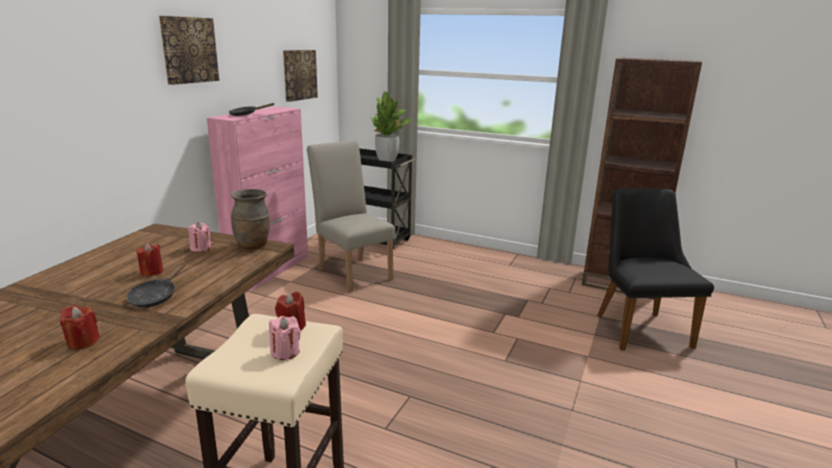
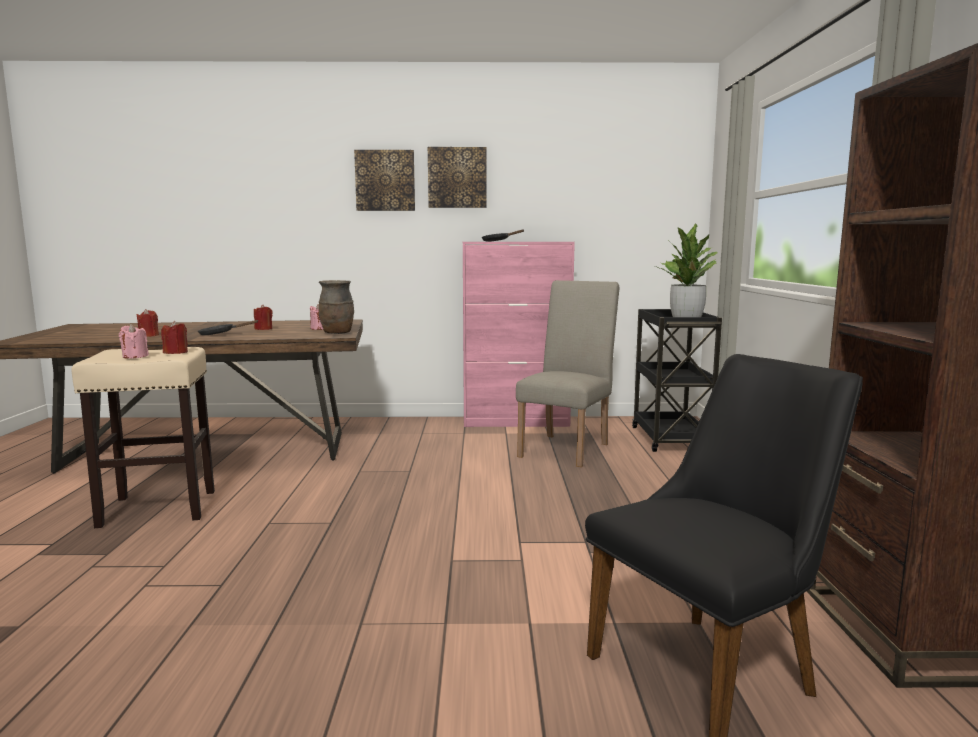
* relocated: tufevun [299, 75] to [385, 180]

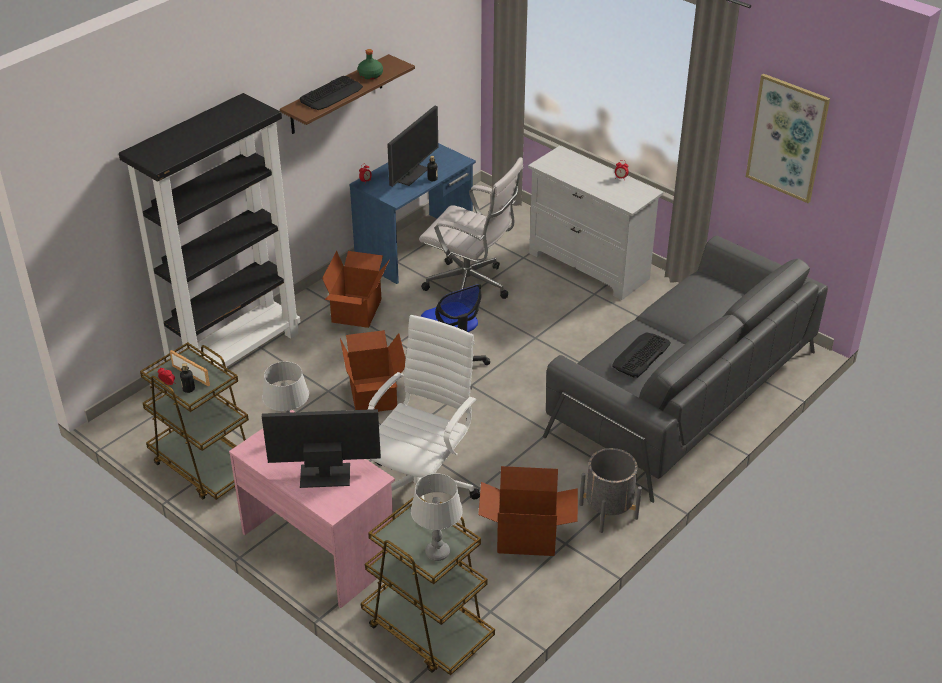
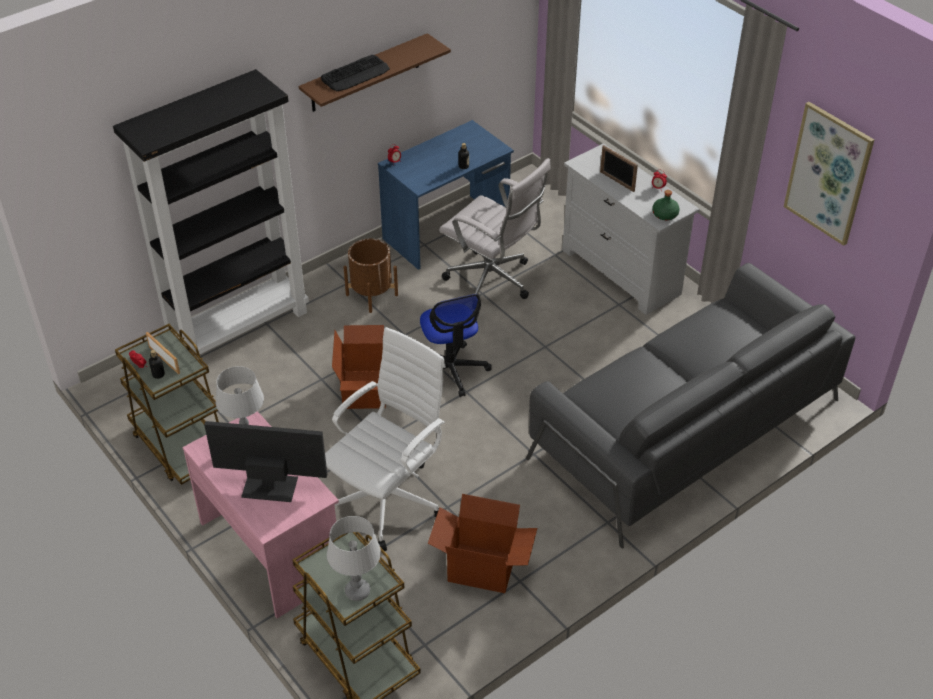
* exchanged: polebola [357, 311] to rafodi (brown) [372, 295]
* relocated: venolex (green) [370, 75] to [664, 214]
* missing: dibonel [409, 173]
* missing: rafodi (grey) [608, 511]
* missing: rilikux [641, 355]
* appeared: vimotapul [617, 181]

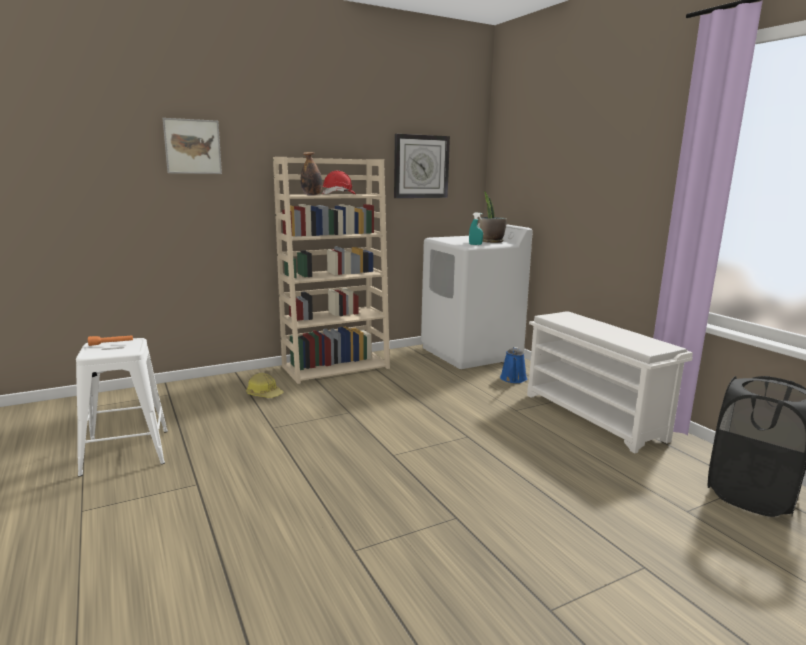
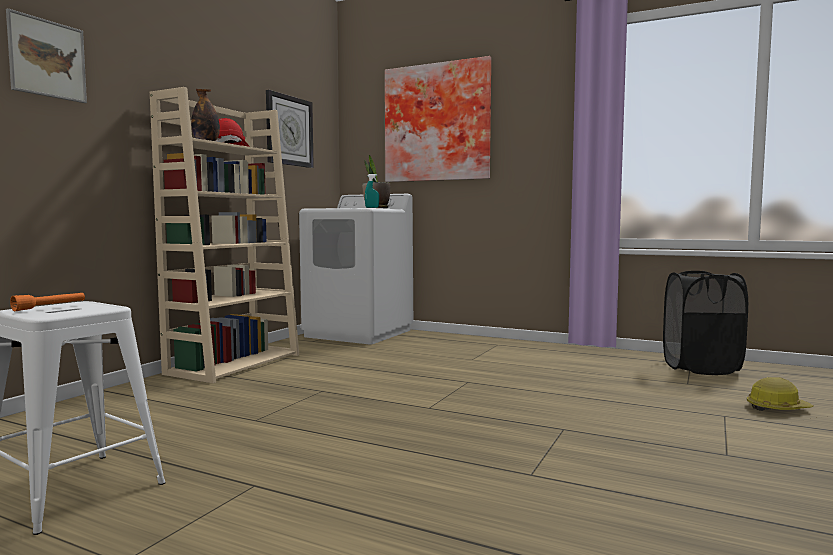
* relocated: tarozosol [264, 394] to [777, 408]
* missing: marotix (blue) [513, 379]
* missing: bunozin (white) [594, 417]
* appeared: tufevun [438, 123]

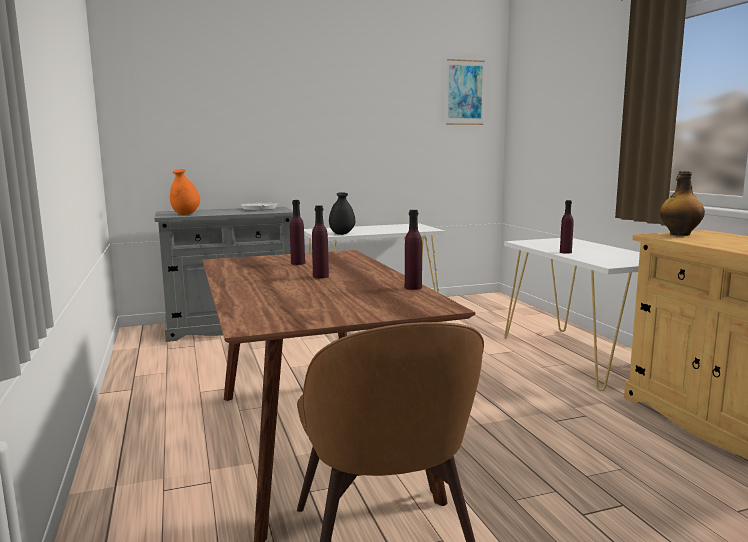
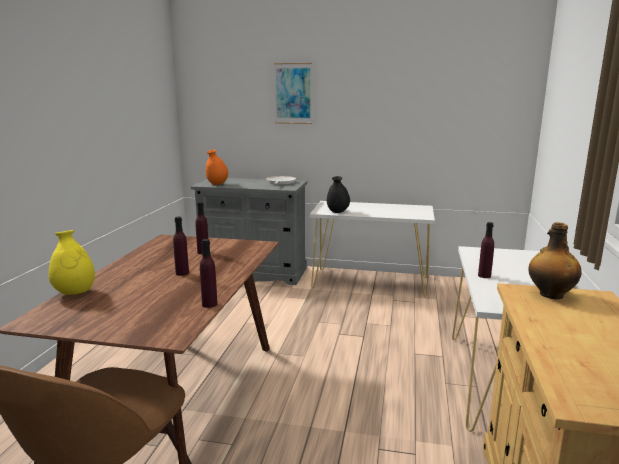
* relocated: tufevun [465, 92] to [293, 93]
* appeared: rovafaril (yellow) [75, 293]

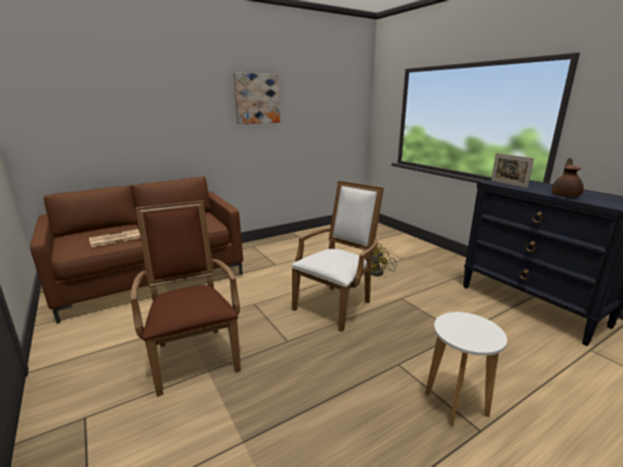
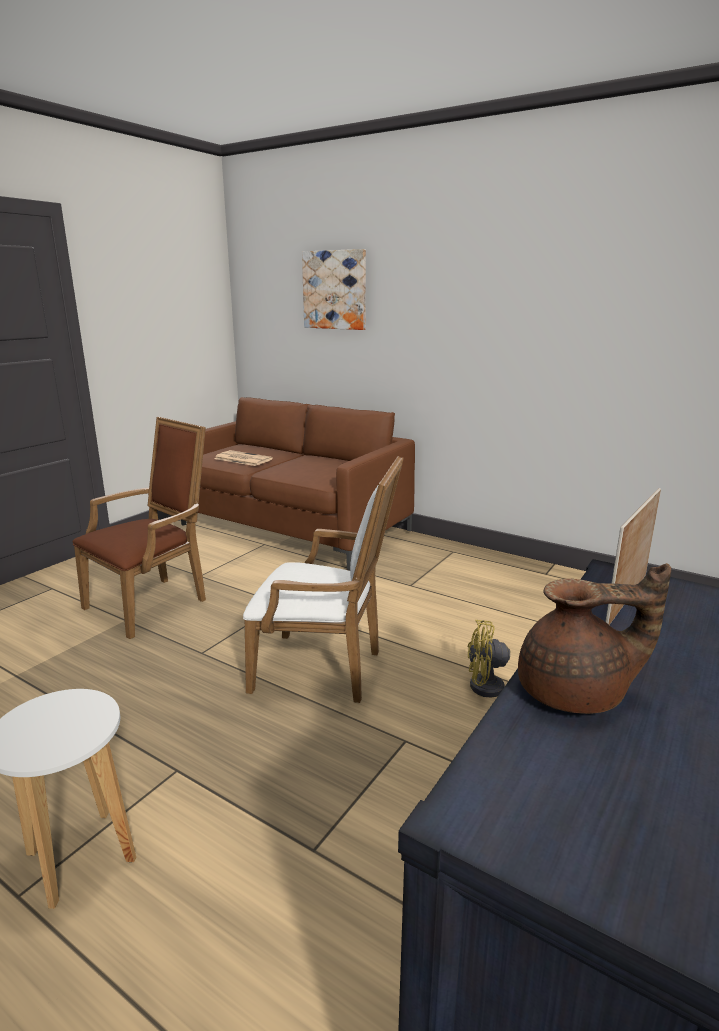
* relocated: tufevun [257, 98] to [335, 290]

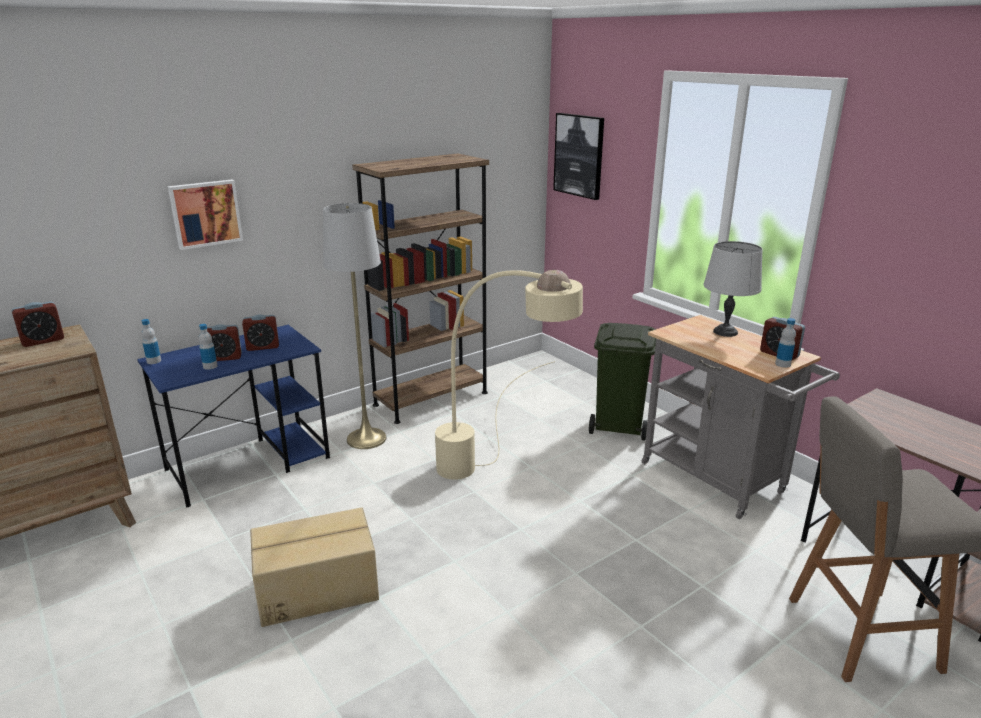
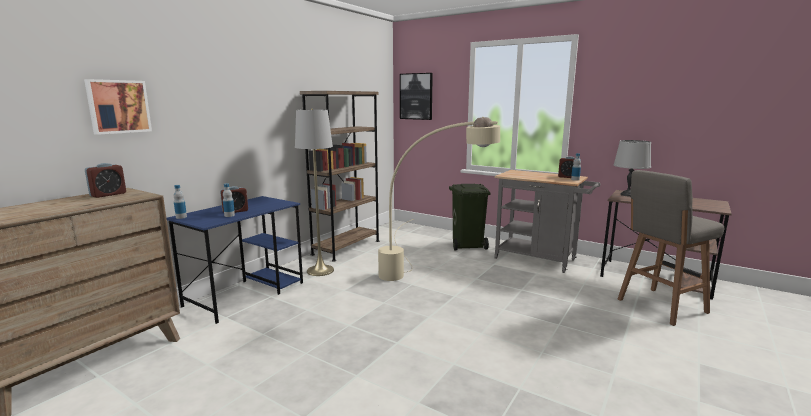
* relocated: tufevun [205, 213] to [118, 106]
* missing: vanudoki [263, 347]
* missing: polebola [317, 588]
* relocated: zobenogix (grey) [725, 332] to [628, 195]

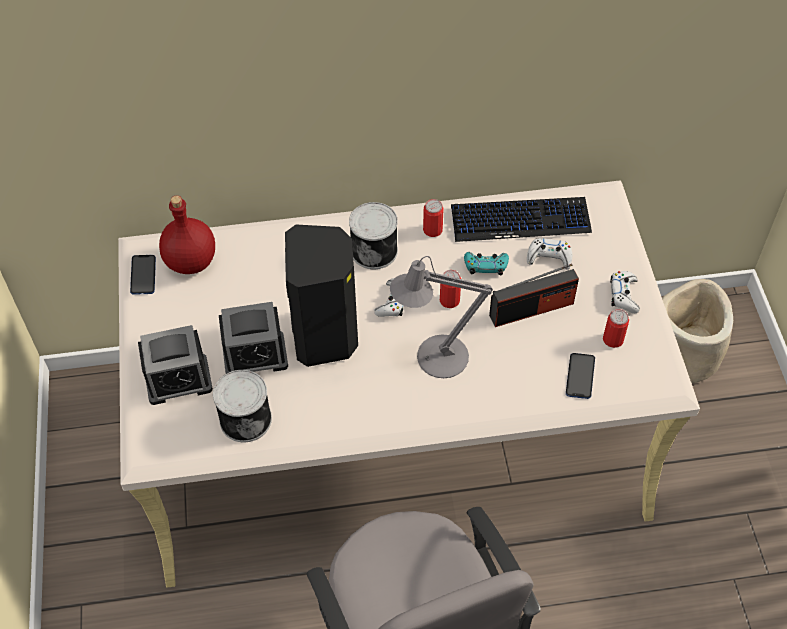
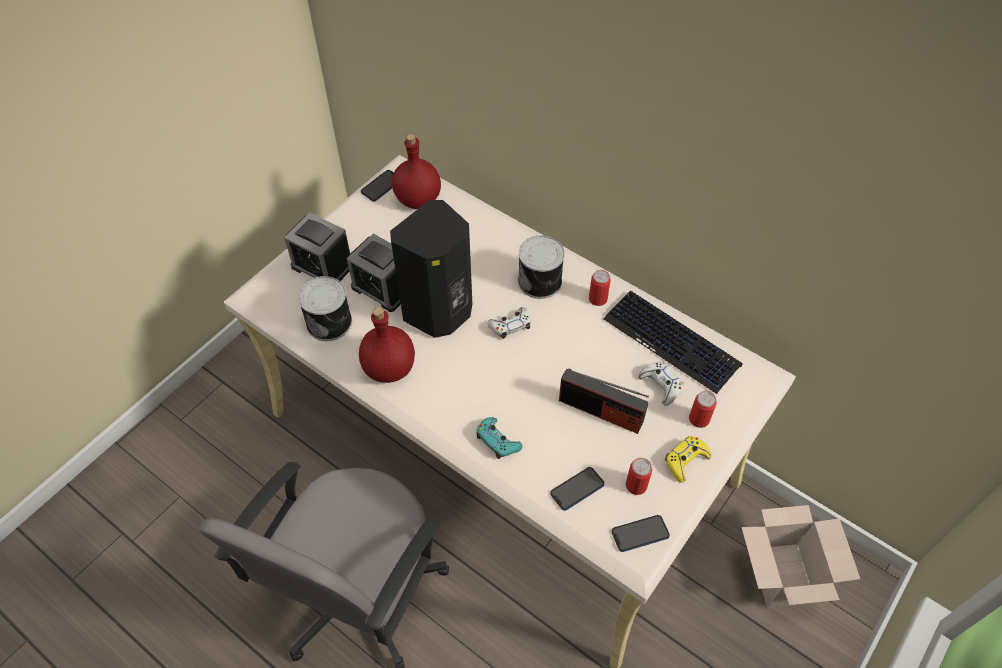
* missing: zobenogix (grey) [435, 358]
* relocated: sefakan [449, 300] to [699, 419]
* relocated: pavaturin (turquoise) [486, 266] to [497, 441]
* colour: pavaturin (white) [624, 295] to pavaturin (yellow) [686, 461]
* exchanged: rafodi (beige) [684, 354] to polebola [784, 577]
* appeared: venolex (red) [388, 368]
* appeared: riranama [640, 534]

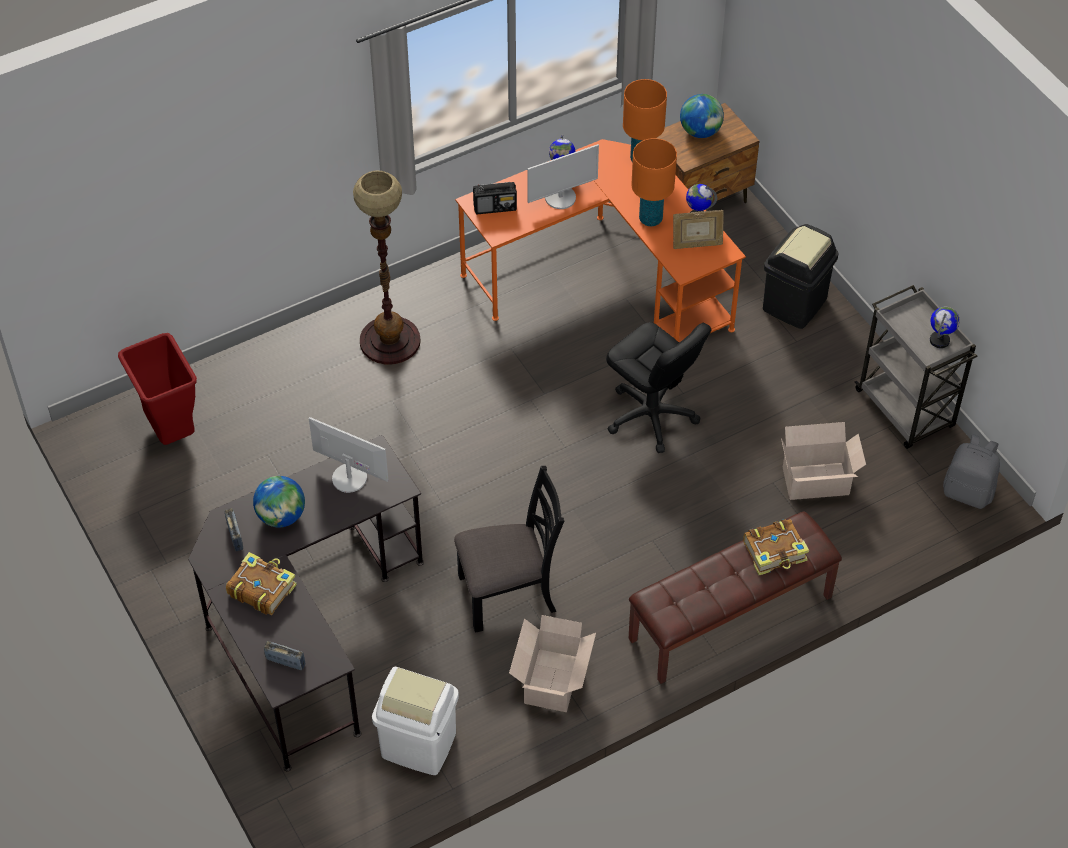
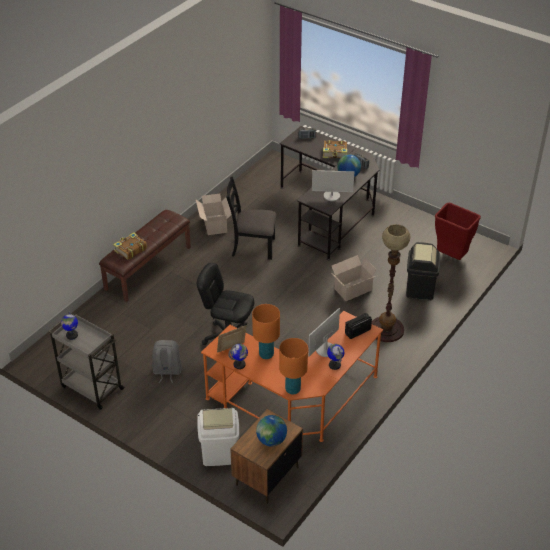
* relocated: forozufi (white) [419, 744] to [219, 453]
* spun: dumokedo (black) [508, 593] = [252, 247] 45 degrees clockwise
* relocated: forozufi (black) [795, 304] to [419, 289]
* relocated: polebola [818, 481] to [352, 289]
* relocated: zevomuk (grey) [968, 492] to [167, 371]

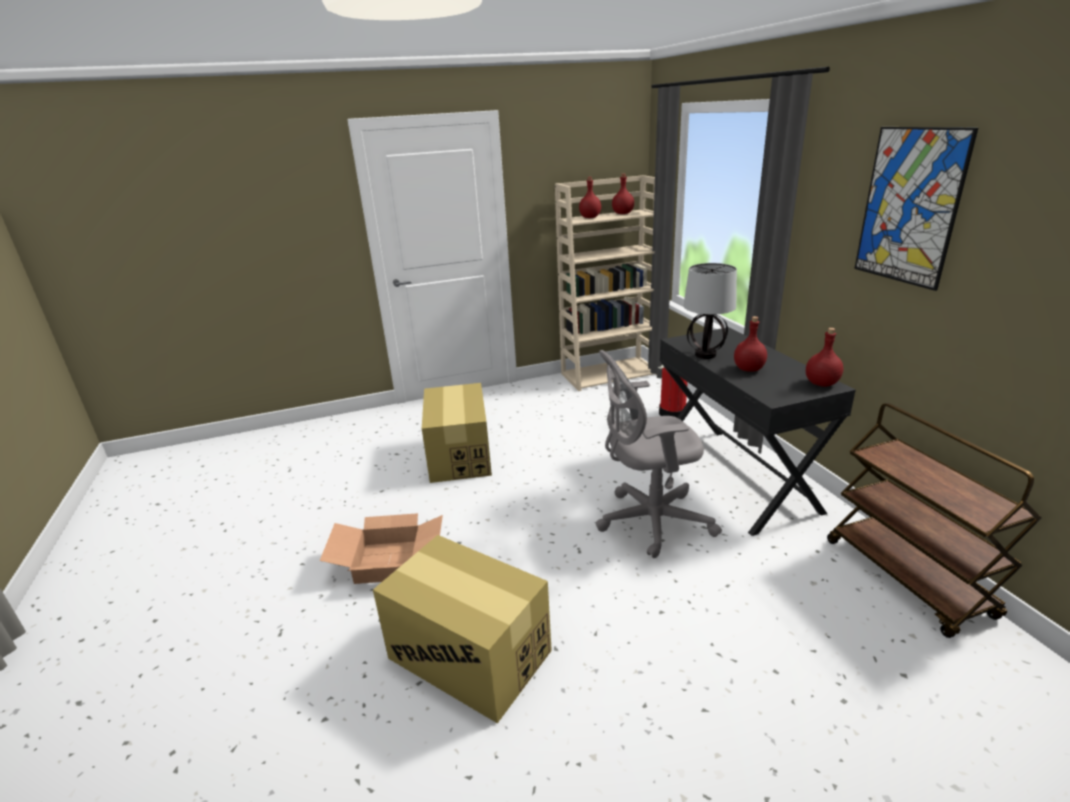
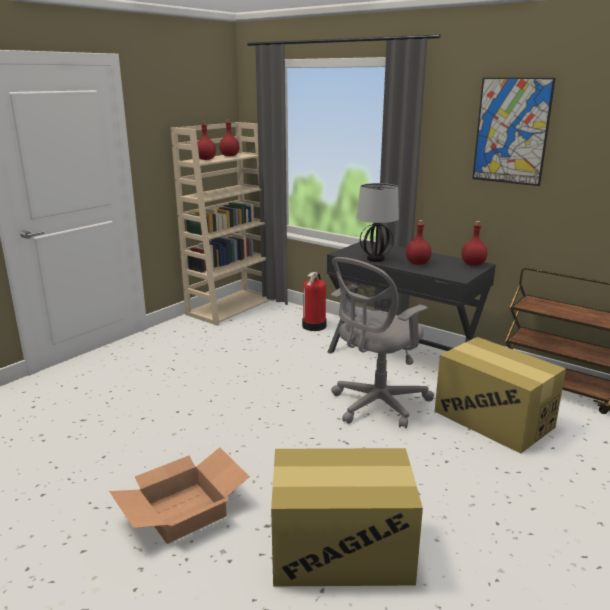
* relocated: polebola [459, 455] to [493, 419]

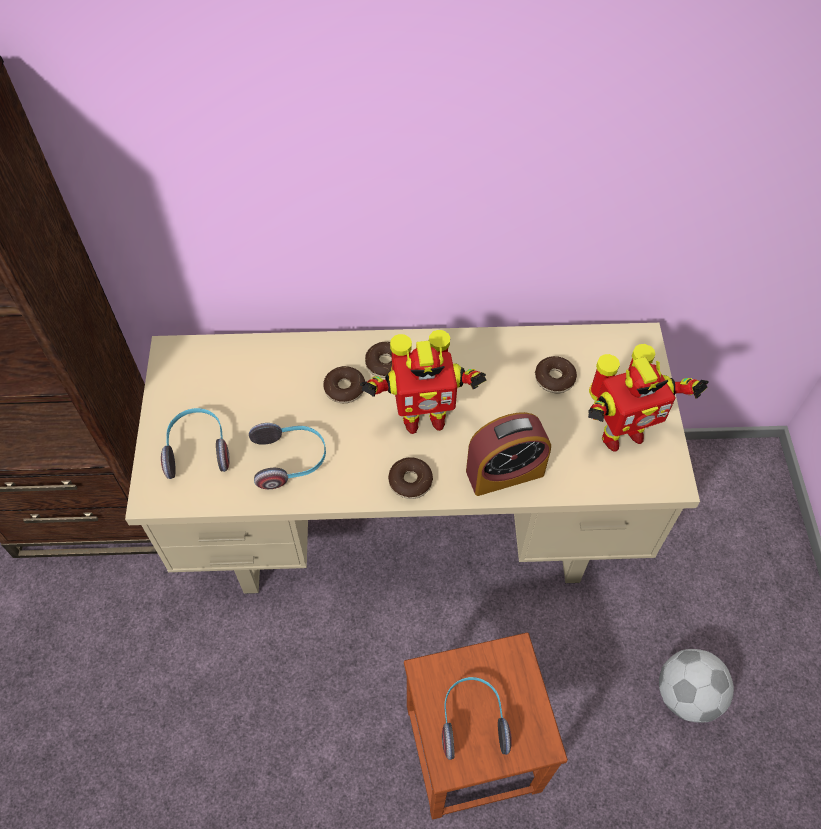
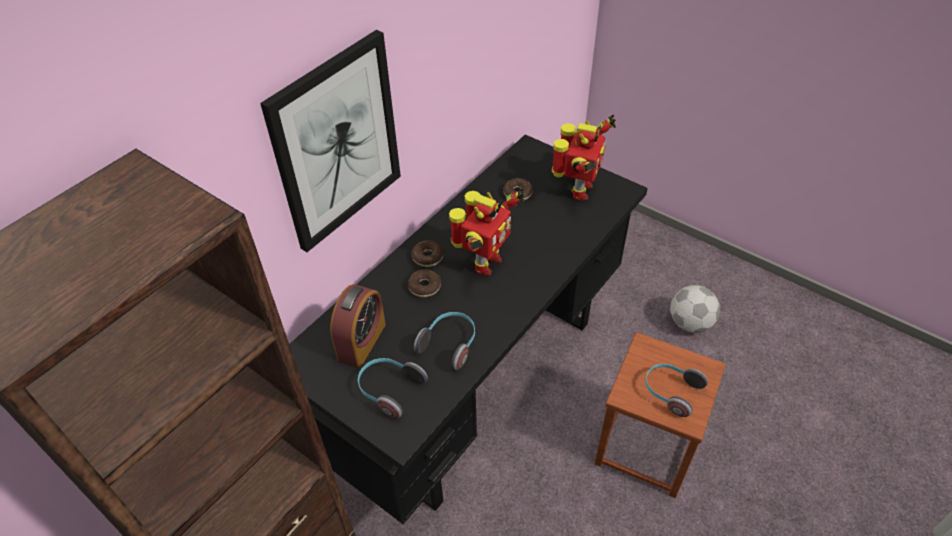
* colour: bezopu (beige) [411, 528] to bezopu (black) [477, 382]
* missing: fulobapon [410, 481]
* relocated: vanudoki [505, 473] to [362, 342]
* appeared: tufevun [337, 143]

